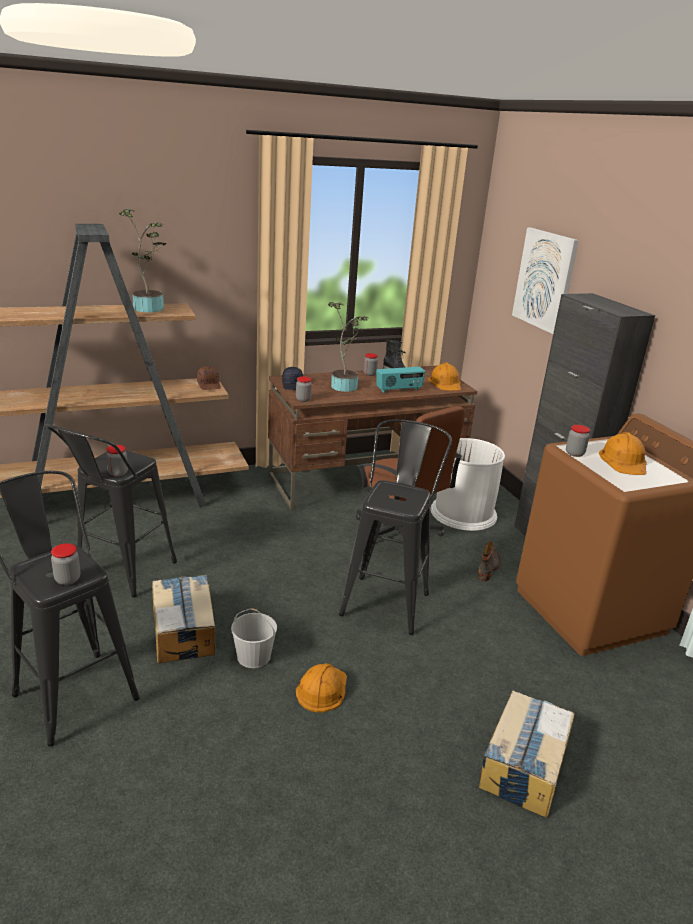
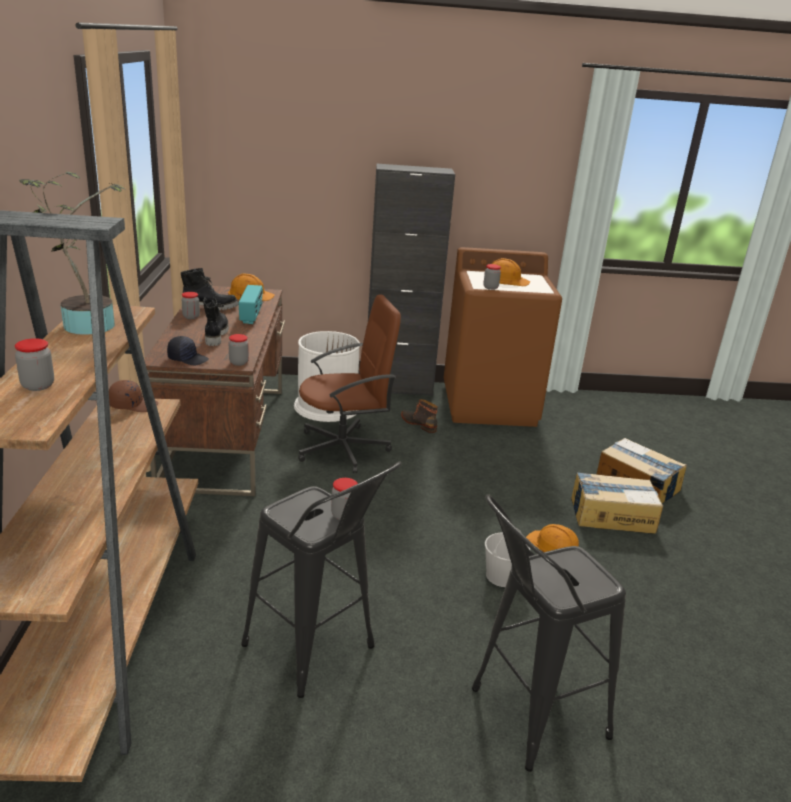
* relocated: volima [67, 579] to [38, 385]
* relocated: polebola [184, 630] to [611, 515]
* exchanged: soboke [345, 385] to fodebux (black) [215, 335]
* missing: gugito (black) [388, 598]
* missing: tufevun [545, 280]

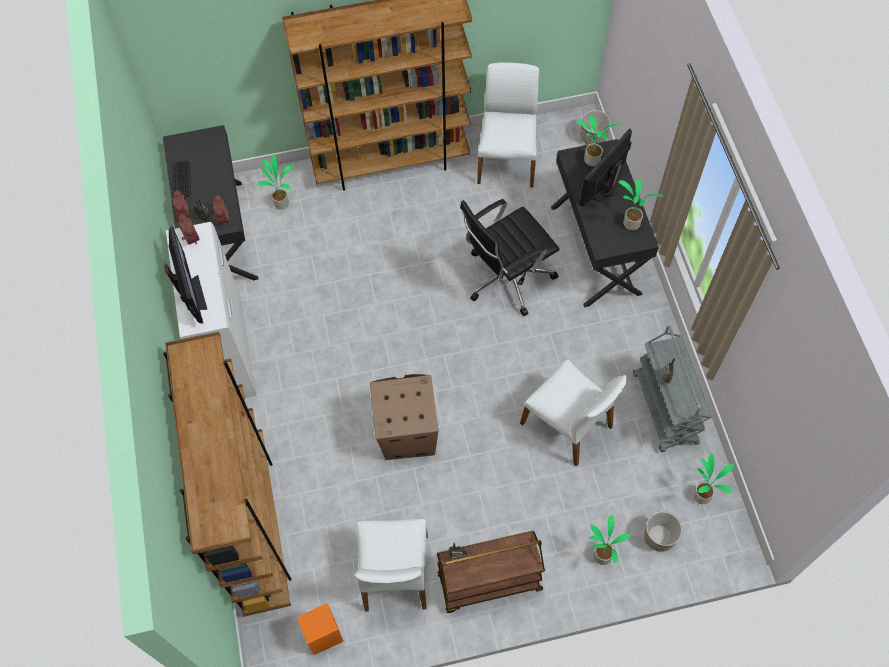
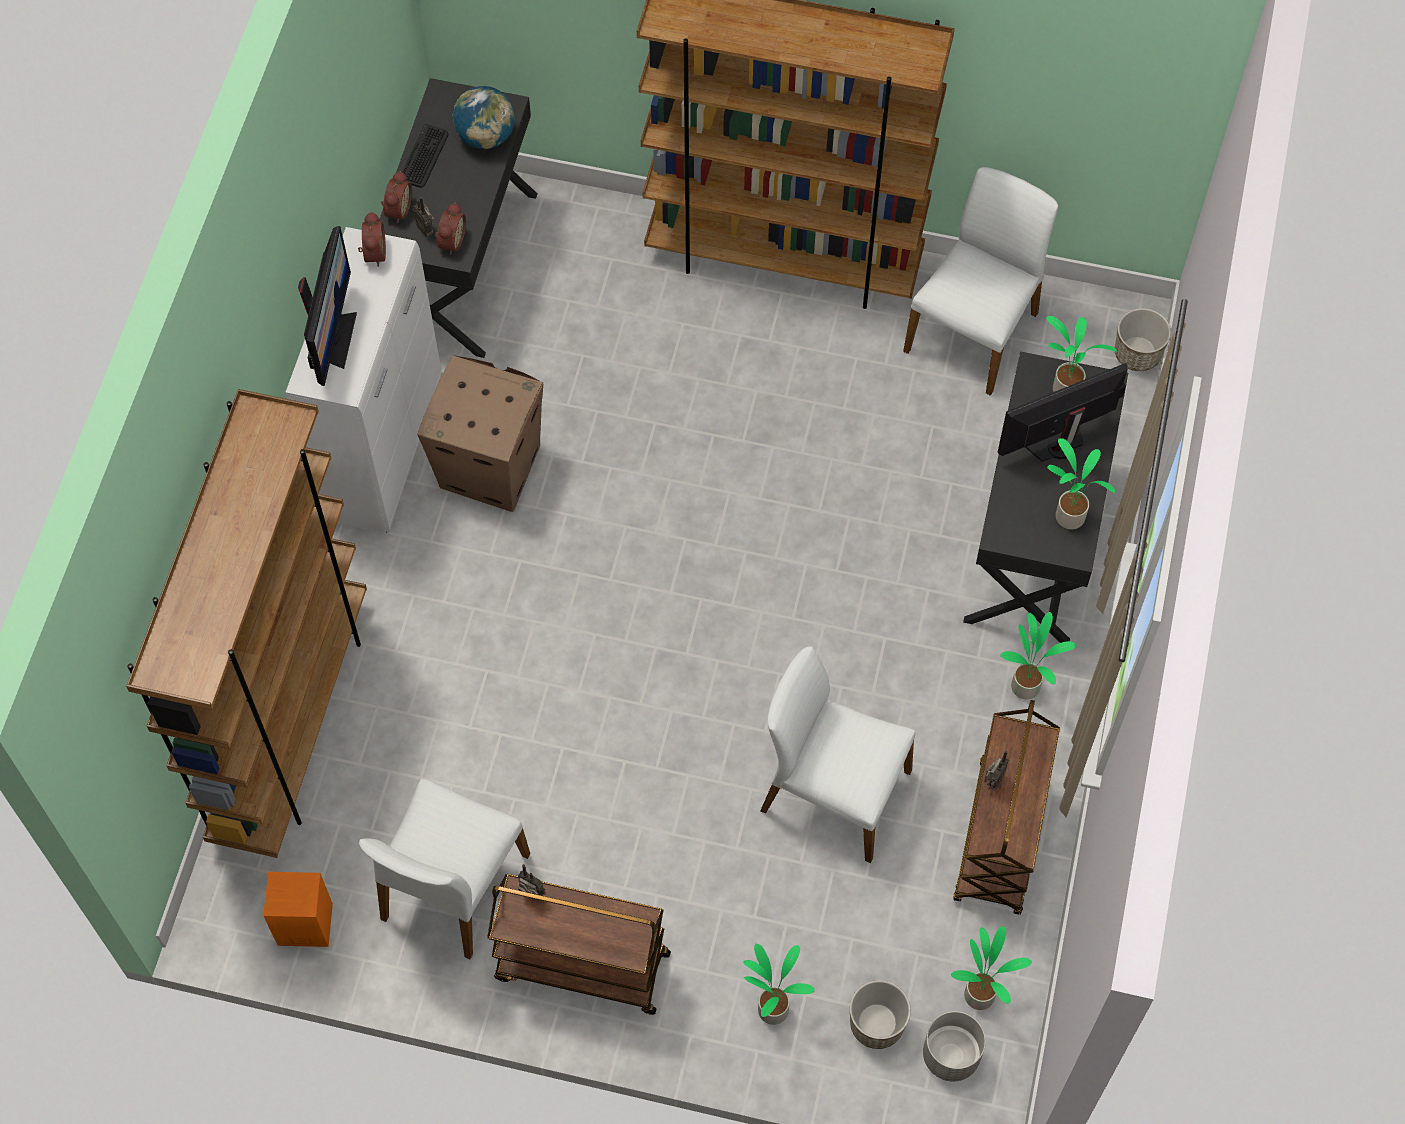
* relocated: soboke [281, 202] to [1026, 685]
* relocated: polebola [406, 434] to [488, 466]
* missing: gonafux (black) [506, 278]
* spun: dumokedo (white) [568, 425] = [833, 791] 135 degrees clockwise
* colour: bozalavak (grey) [665, 409] to bozalavak (brown) [1000, 838]
* appeared: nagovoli [486, 136]
* appeared: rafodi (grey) [950, 1055]

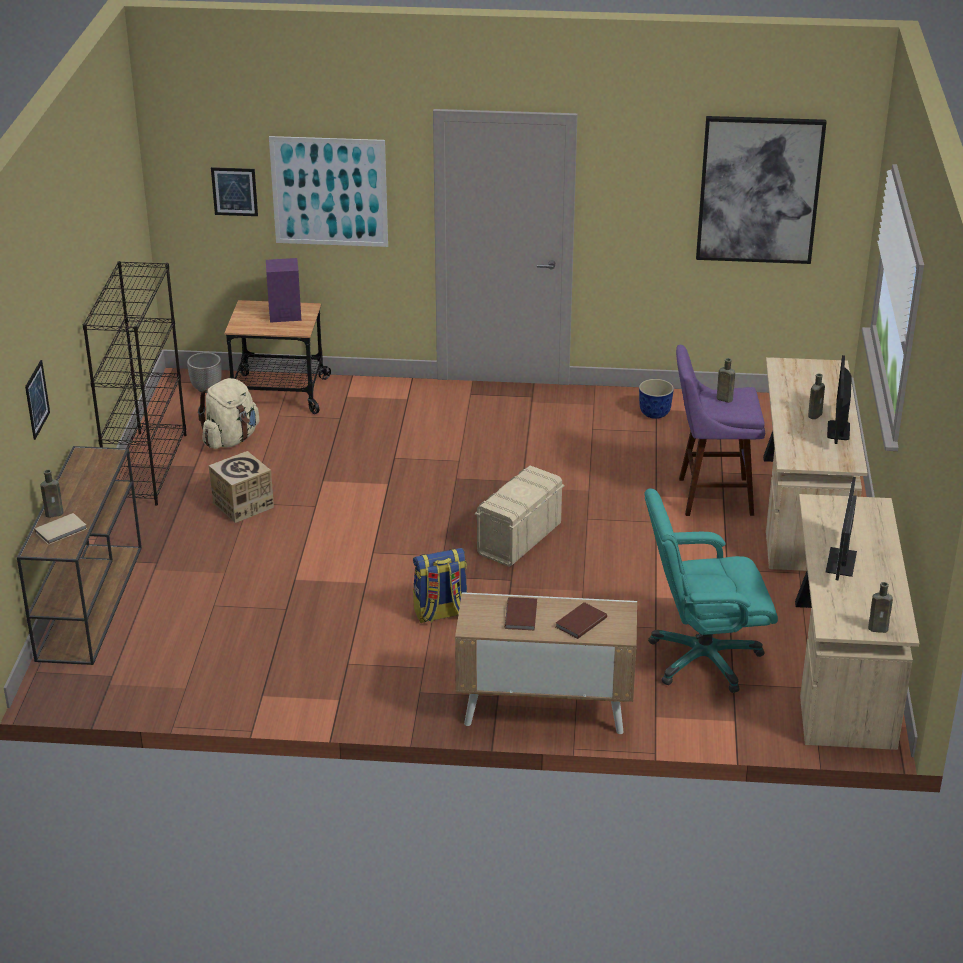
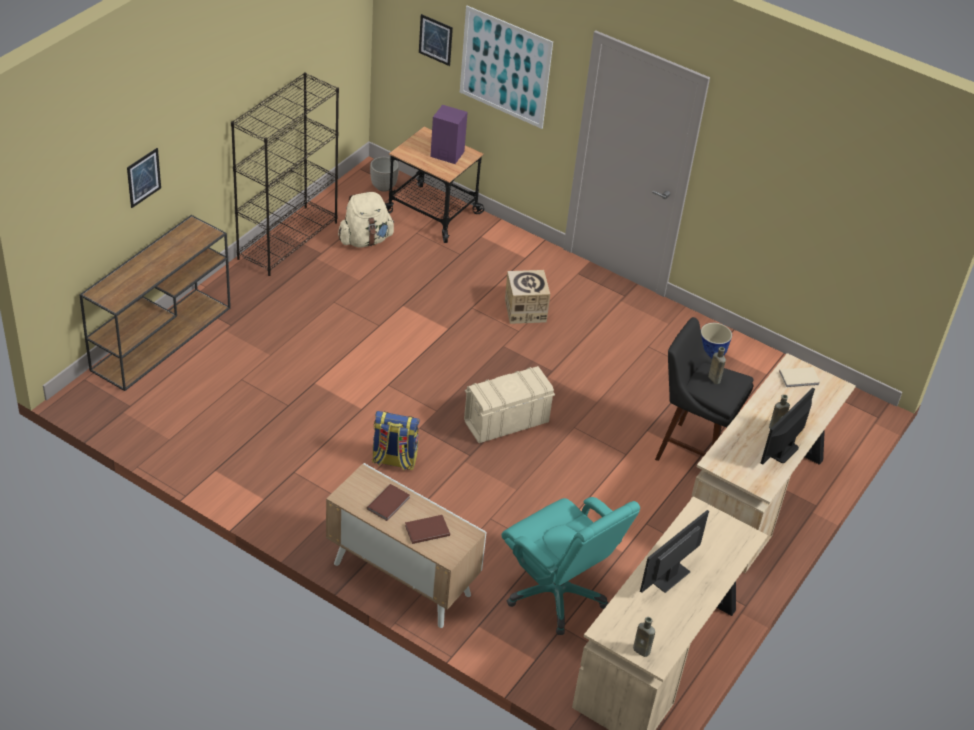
* relocated: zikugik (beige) [62, 530] to [799, 379]
* missing: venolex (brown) [55, 513]
* relocated: polebola [242, 505] to [525, 310]
* spun: gonafux (turquoise) [702, 659] = [557, 594] 150 degrees counterclockwise
* colour: gugito (purple) [710, 496] to gugito (black) [690, 451]
* missing: tufevun [759, 190]

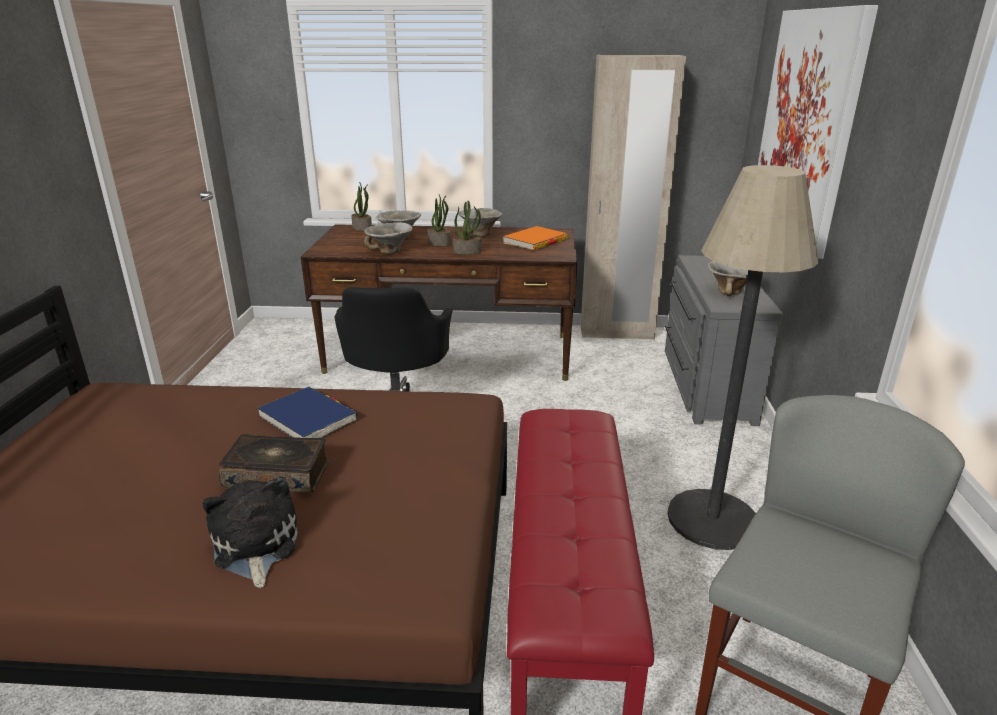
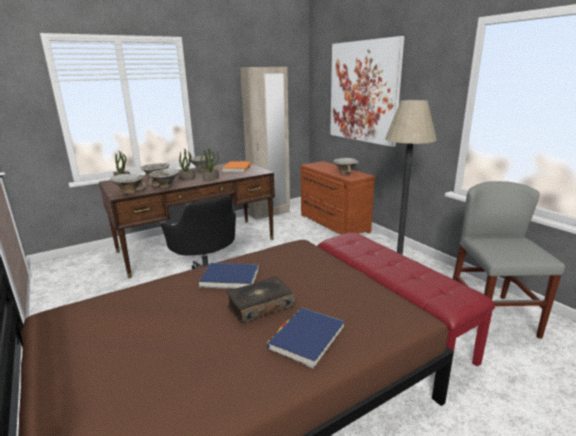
* exchanged: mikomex [255, 546] to zikugik (blue) [306, 338]
* colour: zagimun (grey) [704, 384] to zagimun (brown) [332, 223]
* appeared: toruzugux [130, 193]

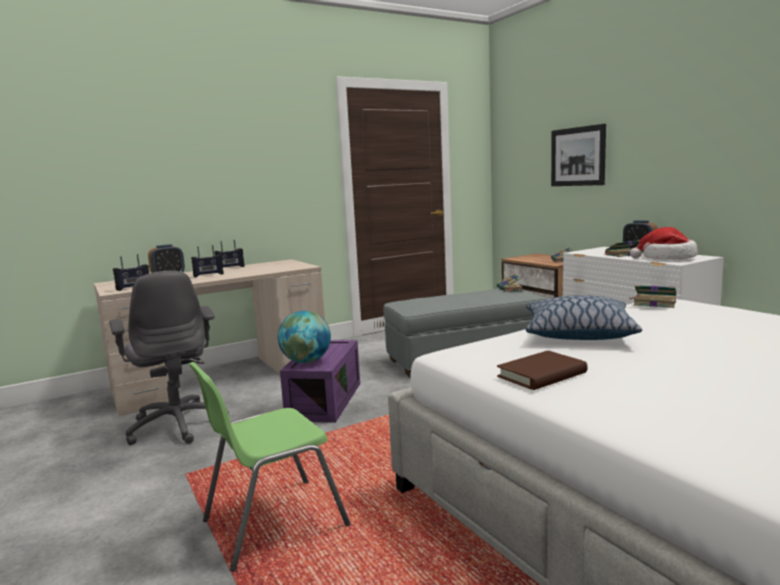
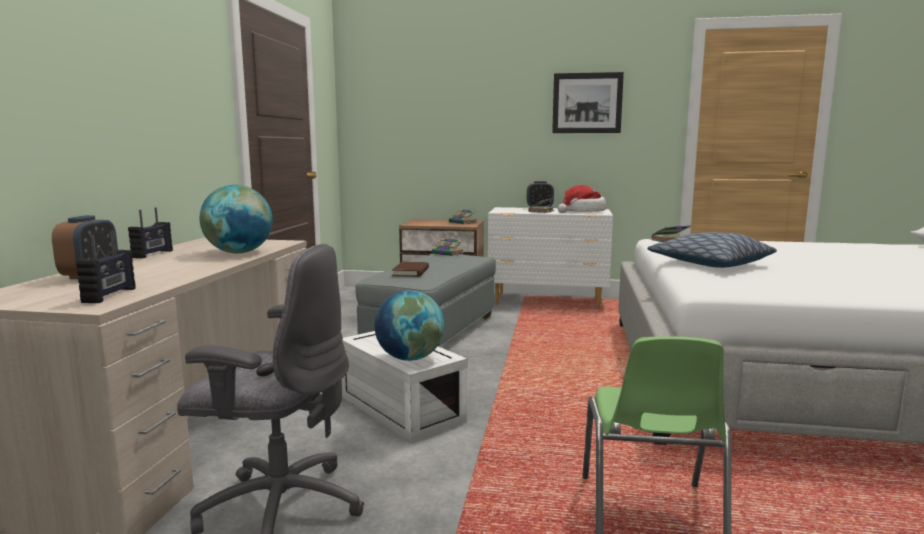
* missing: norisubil [208, 275]
* colour: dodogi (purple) [324, 400] to dodogi (white) [398, 409]
* relocated: zikugik (brown) [542, 375] to [411, 272]
* relocated: tufevun [577, 156] to [587, 103]
* appeared: nagovoli [239, 252]

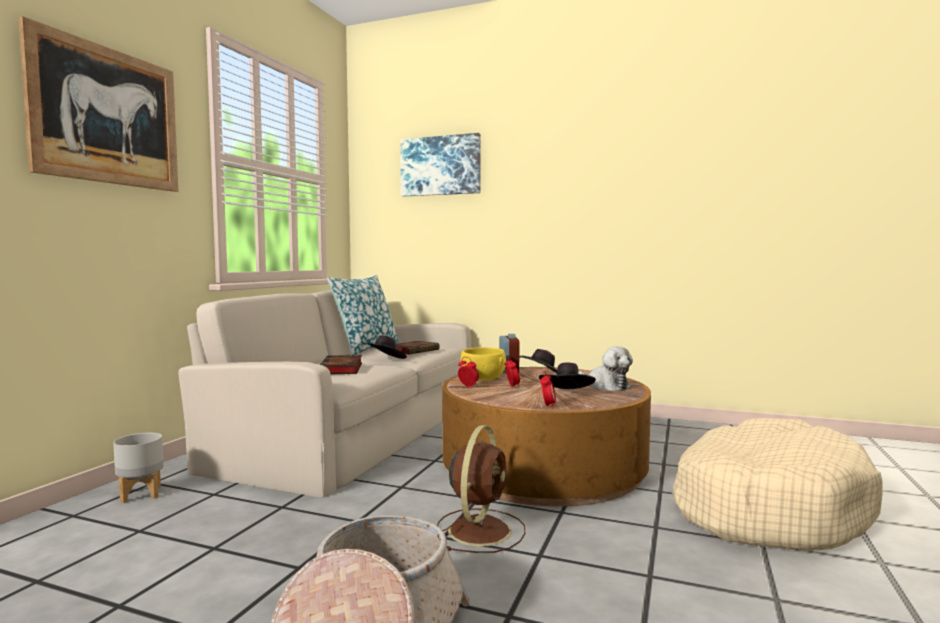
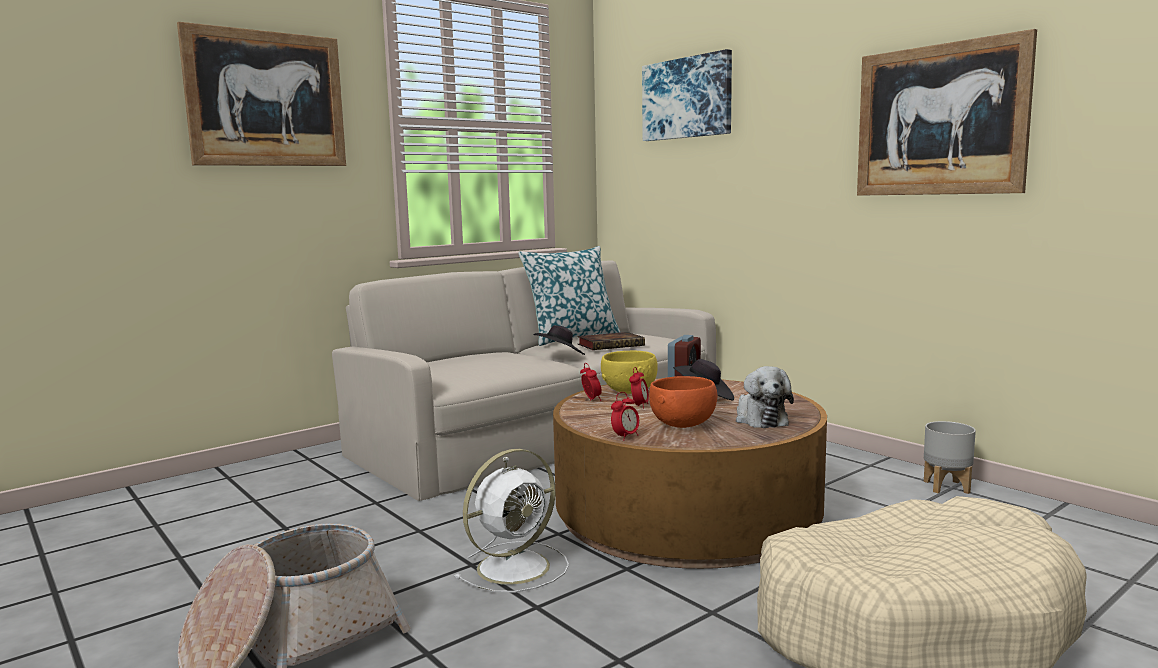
* relocated: rafodi (grey) [141, 494] to [946, 486]
* missing: zikugik [341, 369]
* colour: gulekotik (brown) [480, 529] to gulekotik (white) [516, 566]
* exchanged: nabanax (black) [567, 394] to toruzugux (orange) [683, 424]
* appeared: tufevun [939, 120]

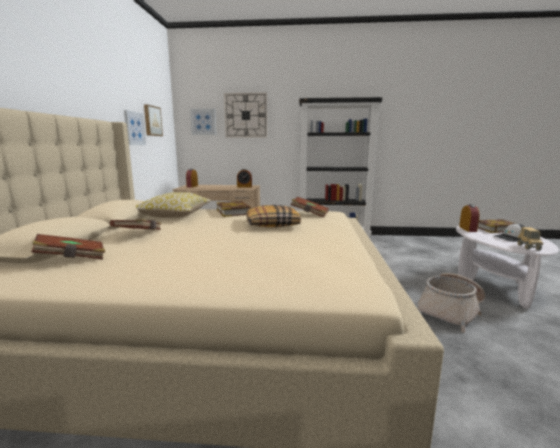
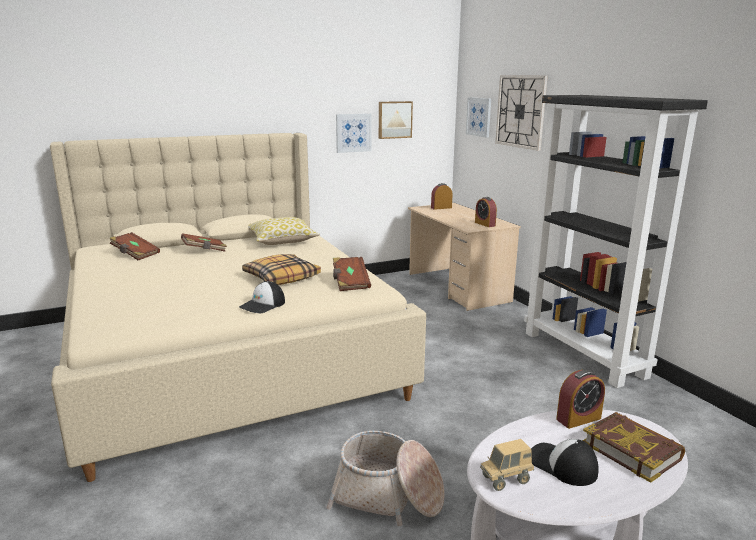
* missing: zikugik [234, 212]
* appeared: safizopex [263, 305]

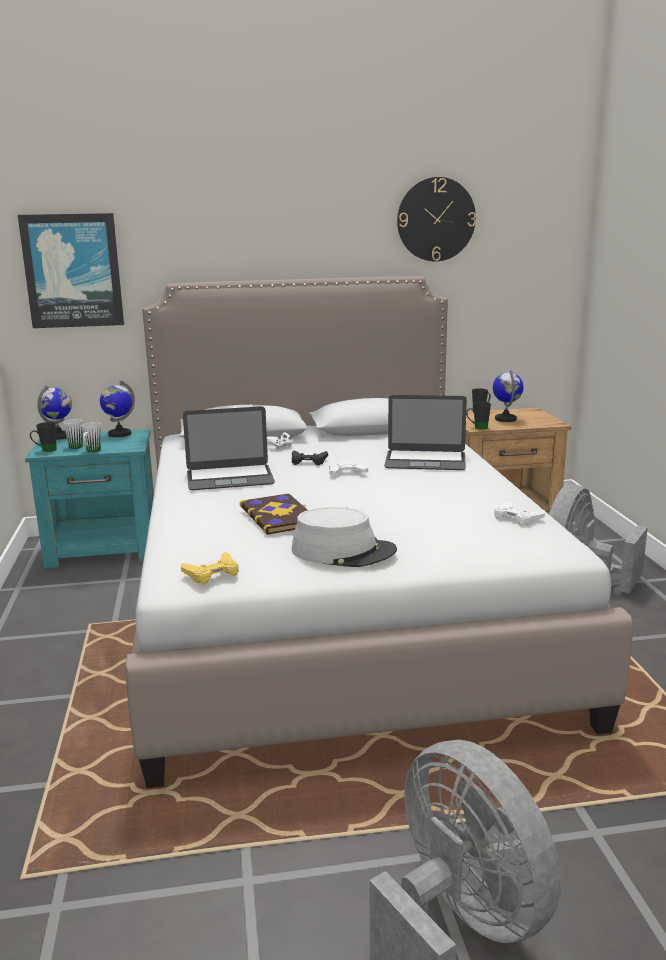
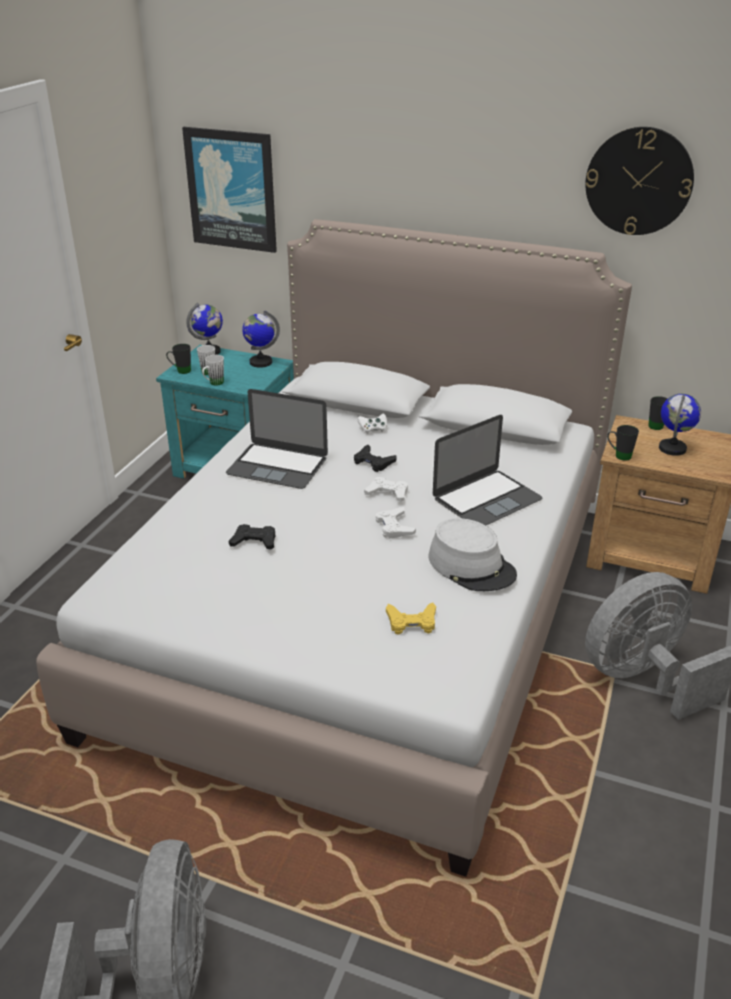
* relocated: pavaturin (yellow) [212, 573] to [412, 622]
* exchanged: zikugik [279, 516] to pavaturin (black) [254, 541]
* relocated: nabanax (grey) [343, 551] to [472, 566]
* spun: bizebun [425, 460] = [487, 499] 75 degrees counterclockwise
* relocated: pavaturin (white) [517, 518] to [394, 527]

